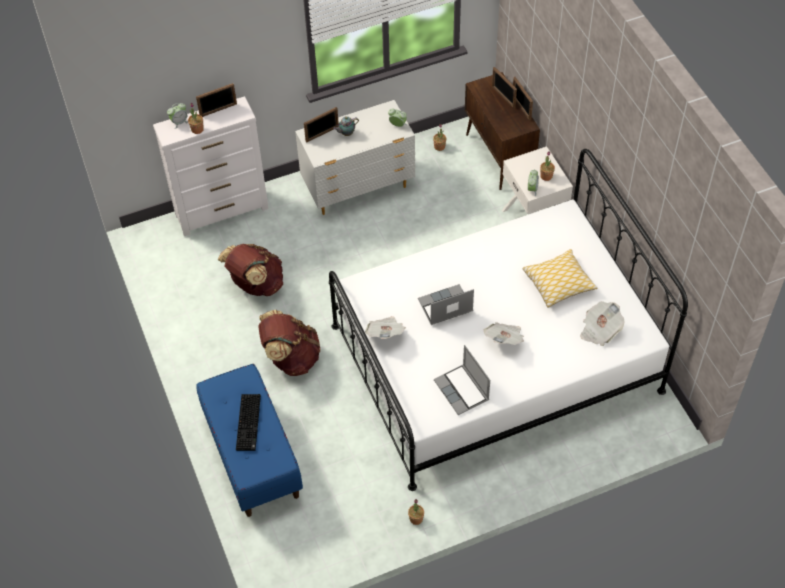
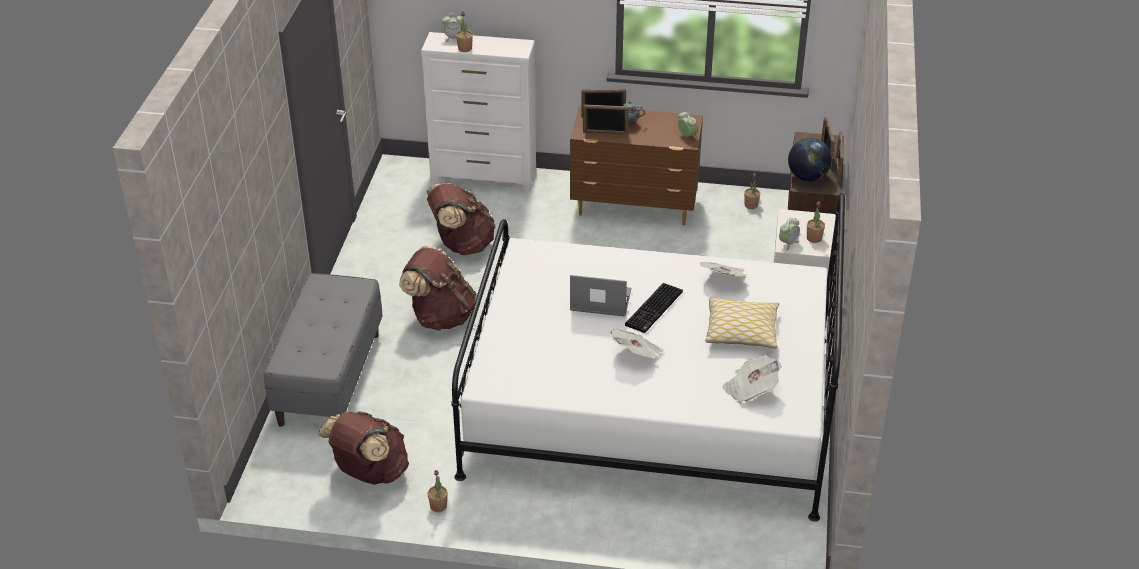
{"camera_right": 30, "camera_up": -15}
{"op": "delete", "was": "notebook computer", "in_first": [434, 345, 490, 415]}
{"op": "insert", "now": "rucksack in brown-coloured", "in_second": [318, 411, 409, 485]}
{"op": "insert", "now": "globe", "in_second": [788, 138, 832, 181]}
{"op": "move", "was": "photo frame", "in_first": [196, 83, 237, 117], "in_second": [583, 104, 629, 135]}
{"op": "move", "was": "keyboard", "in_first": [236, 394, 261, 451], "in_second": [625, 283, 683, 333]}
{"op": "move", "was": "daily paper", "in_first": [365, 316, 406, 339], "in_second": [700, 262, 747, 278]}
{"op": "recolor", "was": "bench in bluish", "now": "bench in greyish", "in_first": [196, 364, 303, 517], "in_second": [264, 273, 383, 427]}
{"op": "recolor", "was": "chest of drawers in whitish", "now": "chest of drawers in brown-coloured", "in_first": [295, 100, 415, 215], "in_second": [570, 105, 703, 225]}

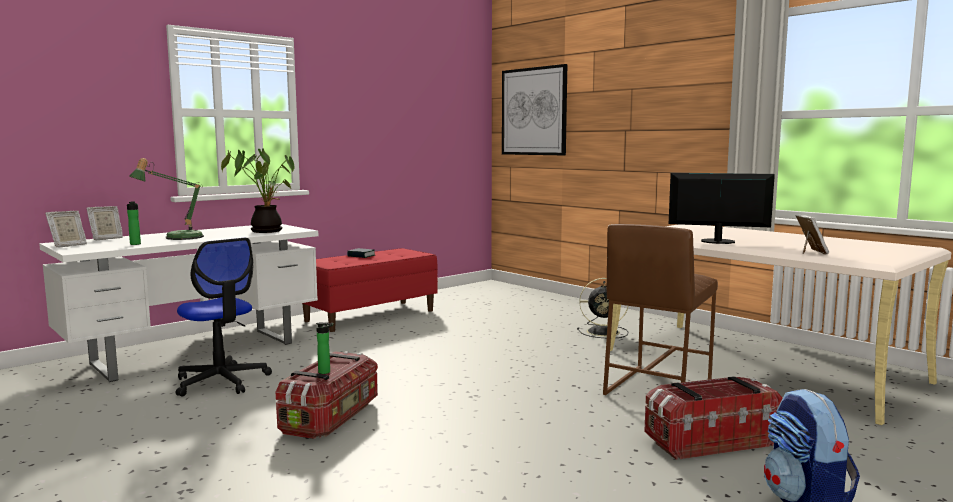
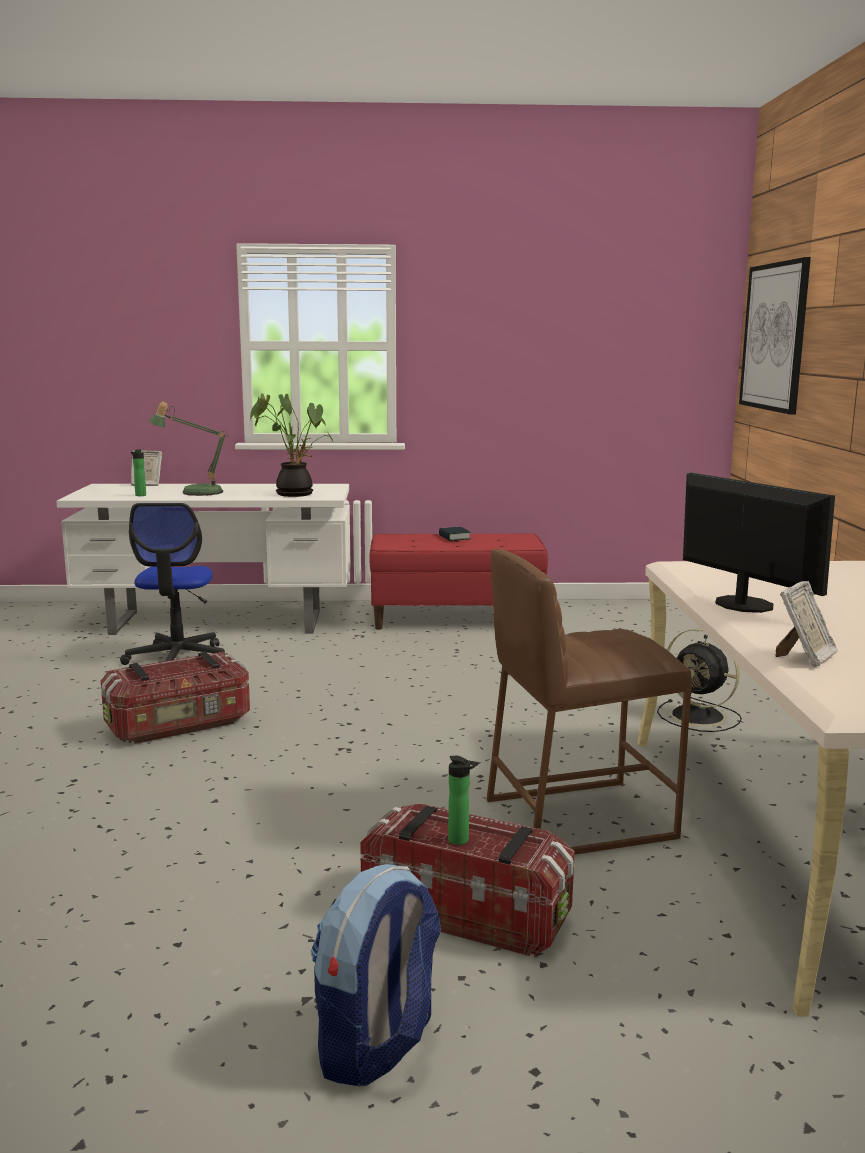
{"camera_right": 40, "camera_up": 5}
{"op": "delete", "was": "photo frame", "in_first": [45, 210, 87, 247]}
{"op": "move", "was": "drink bottle", "in_first": [316, 322, 333, 374], "in_second": [448, 756, 478, 845]}

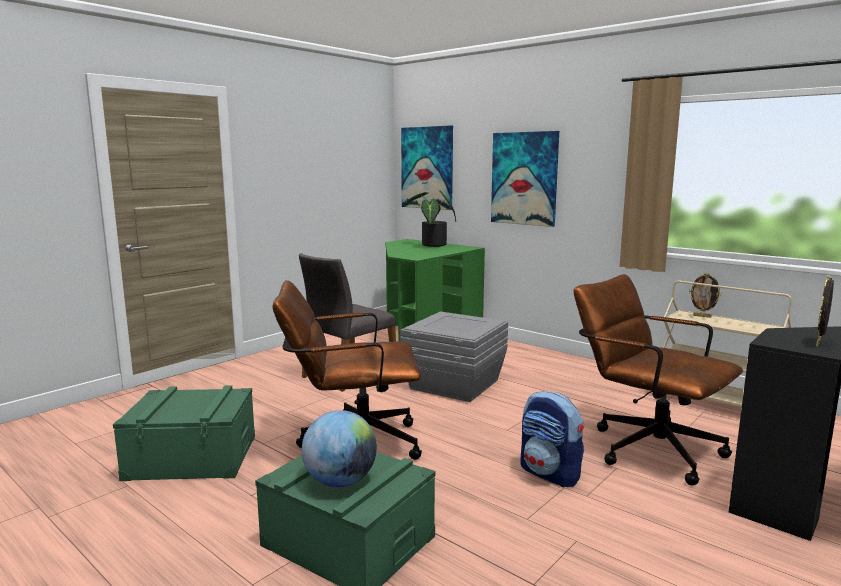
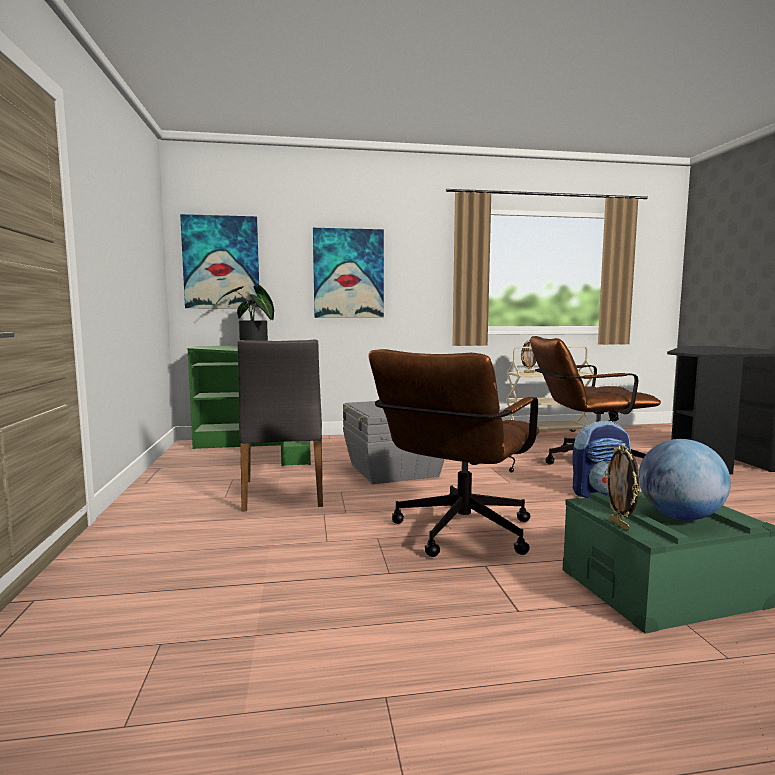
{"camera_right": -50, "camera_up": -5}
{"op": "delete", "was": "storage box in green", "in_first": [113, 385, 255, 481]}
{"op": "move", "was": "photo frame", "in_first": [816, 275, 834, 346], "in_second": [605, 444, 640, 531]}

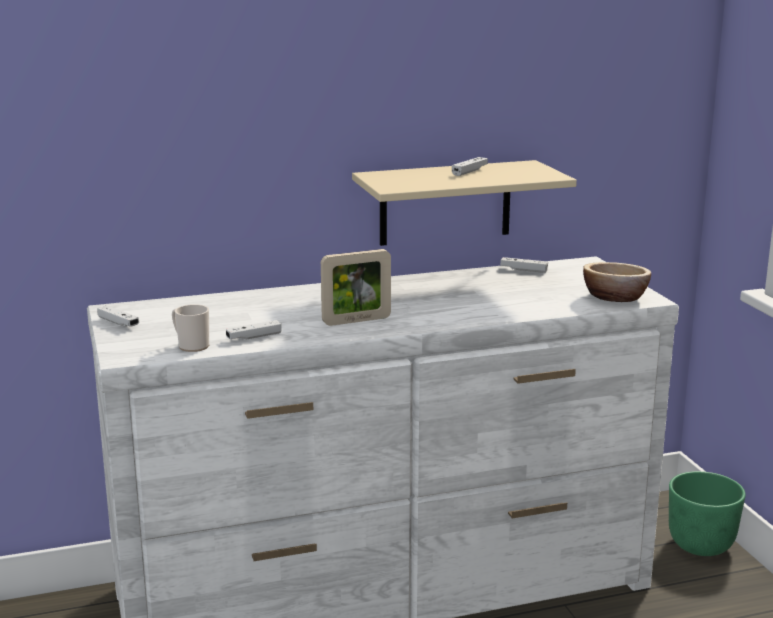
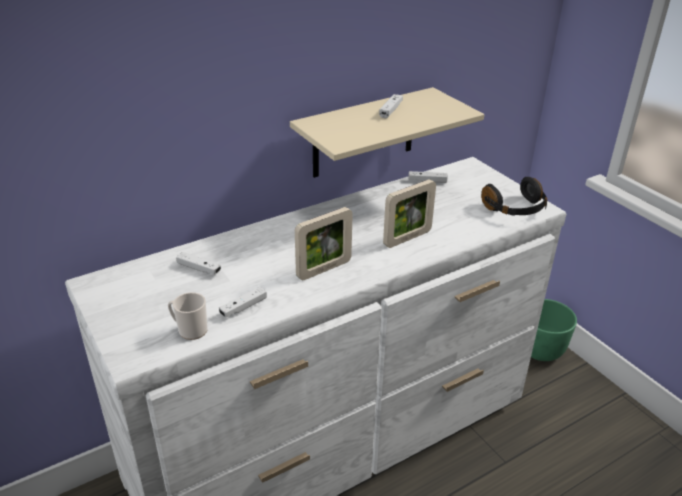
{"camera_right": -15, "camera_up": 15}
{"op": "insert", "now": "photo frame", "in_second": [383, 179, 436, 248]}
{"op": "move", "was": "joypad in whitish", "in_first": [97, 306, 139, 327], "in_second": [176, 252, 221, 275]}
{"op": "replace", "was": "bowl", "now": "headphones in blackish", "in_first": [583, 262, 651, 302], "in_second": [481, 177, 547, 216]}

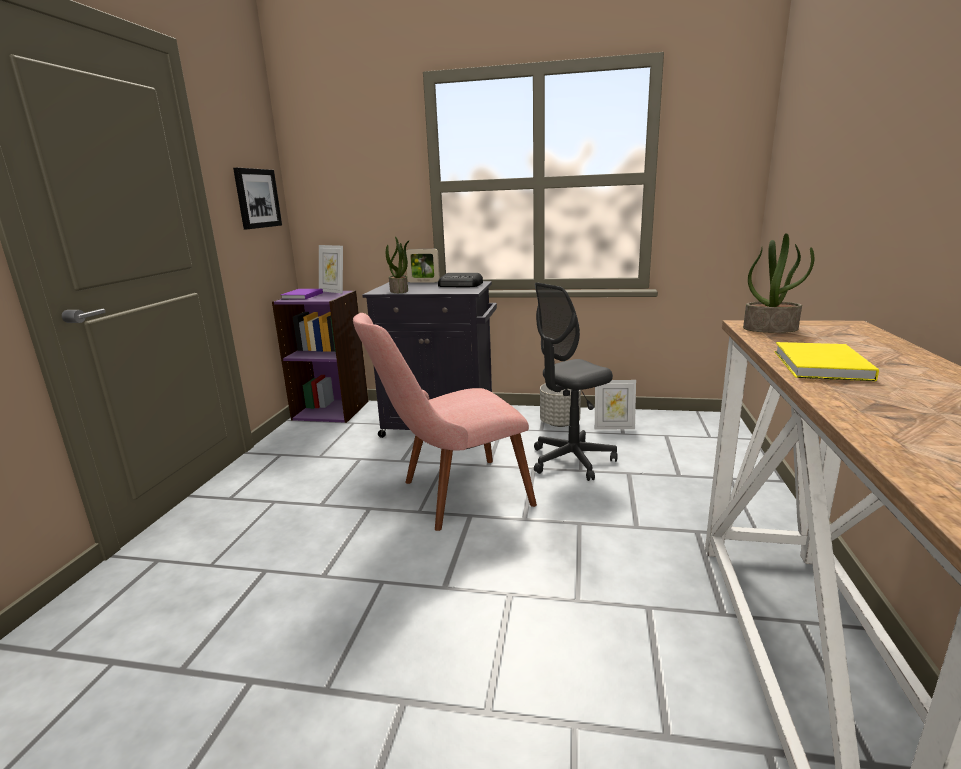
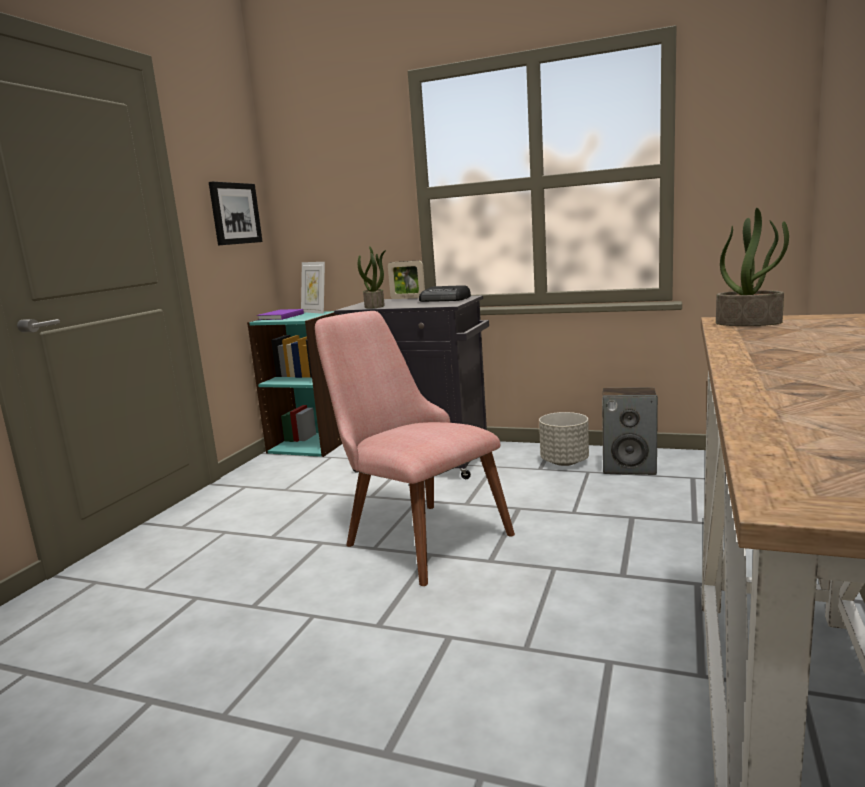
{"camera_right": 10, "camera_up": -5}
{"op": "delete", "was": "office chair in greyish", "in_first": [534, 282, 618, 481]}
{"op": "delete", "was": "volume in yellowish", "in_first": [775, 342, 879, 381]}
{"op": "replace", "was": "photo frame", "now": "audio speaker", "in_first": [595, 380, 636, 429], "in_second": [602, 387, 658, 475]}
{"op": "recolor", "was": "bookshelf in purple-coloured", "now": "bookshelf in blue-green", "in_first": [272, 291, 368, 423], "in_second": [247, 311, 342, 457]}
{"op": "rotate", "was": "plain chair in pinkish", "in_first": [353, 313, 537, 531], "in_second": [315, 311, 515, 586], "clockwise": 60}

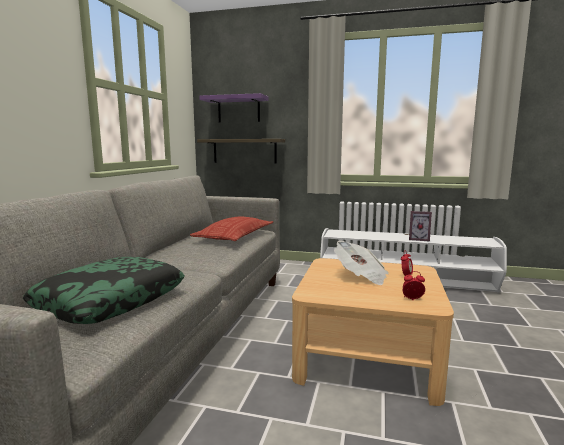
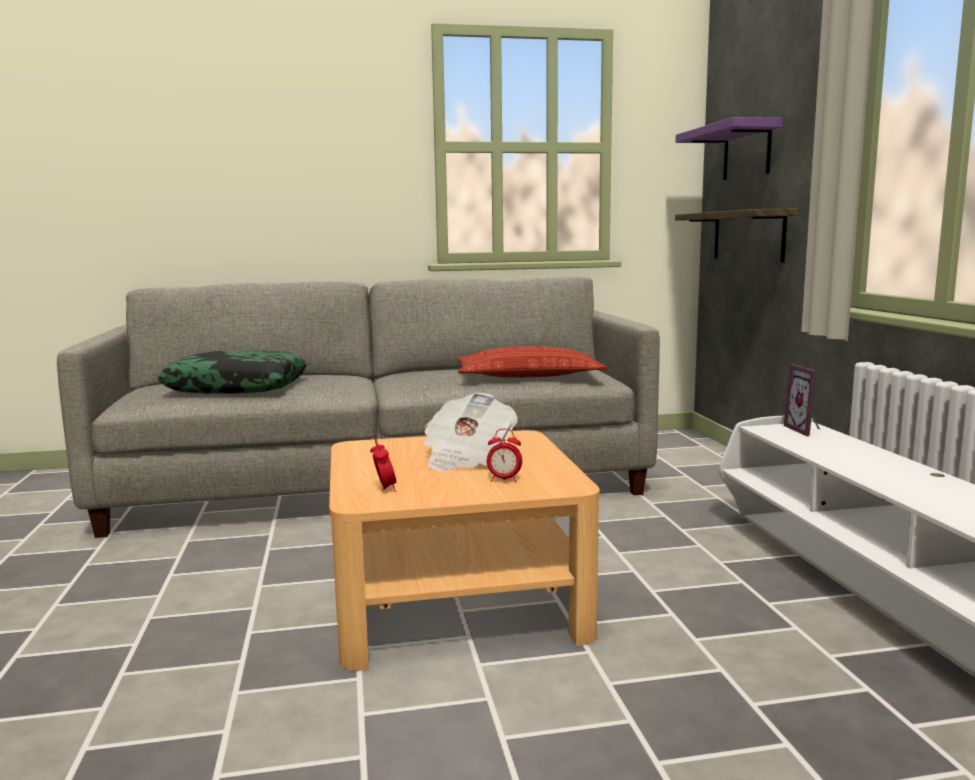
{"camera_right": 65, "camera_up": 0}
{"op": "move", "was": "photo frame", "in_first": [409, 211, 432, 242], "in_second": [784, 364, 820, 436]}

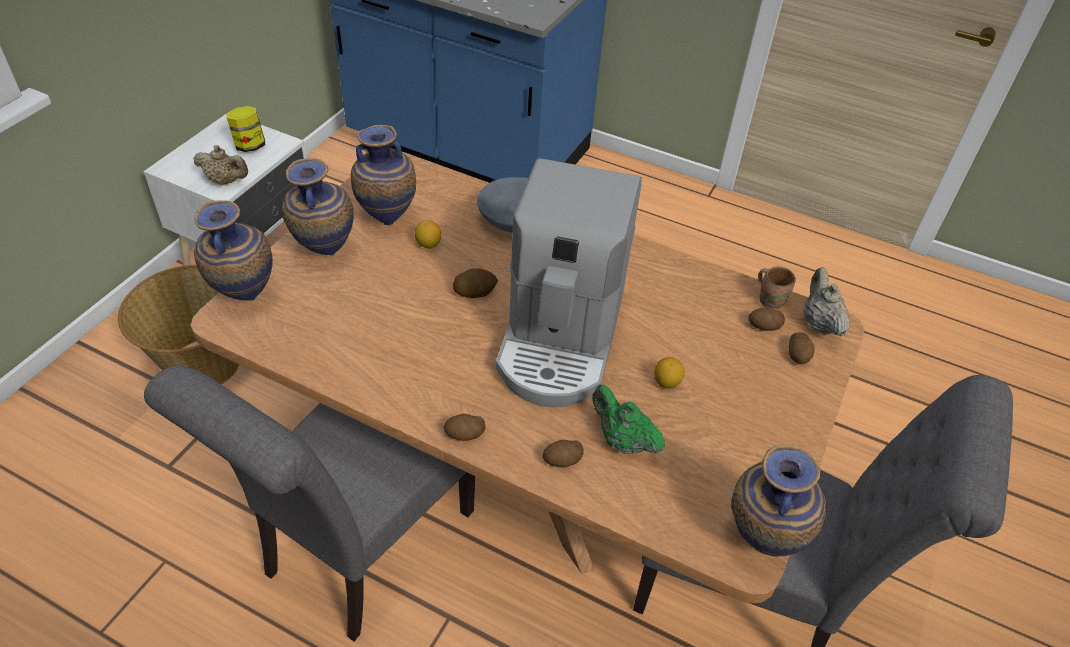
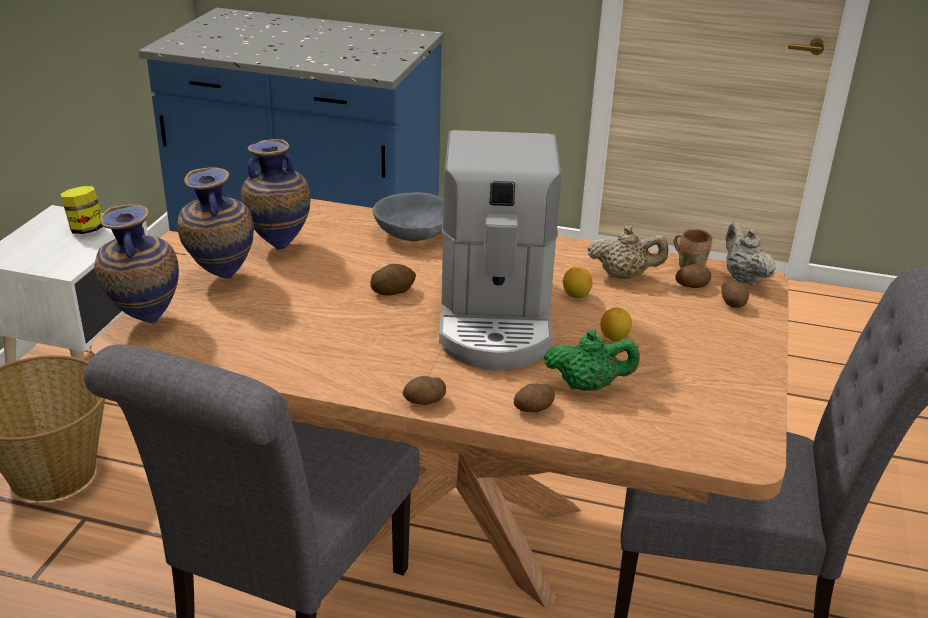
{"camera_right": -10, "camera_up": -15}
{"op": "delete", "was": "vase", "in_first": [731, 445, 827, 556]}
{"op": "move", "was": "pot for tea in sand-coloured", "in_first": [193, 145, 248, 185], "in_second": [588, 225, 668, 279]}
{"op": "move", "was": "whole lemon", "in_first": [415, 220, 441, 248], "in_second": [563, 267, 592, 298]}
{"op": "rotate", "was": "pot for tea in green", "in_first": [592, 385, 665, 454], "in_second": [544, 329, 640, 391], "clockwise": 150}

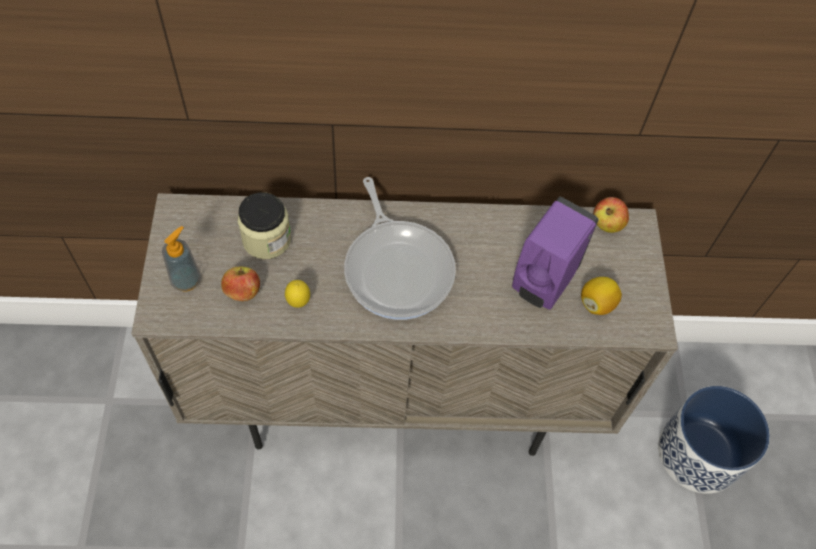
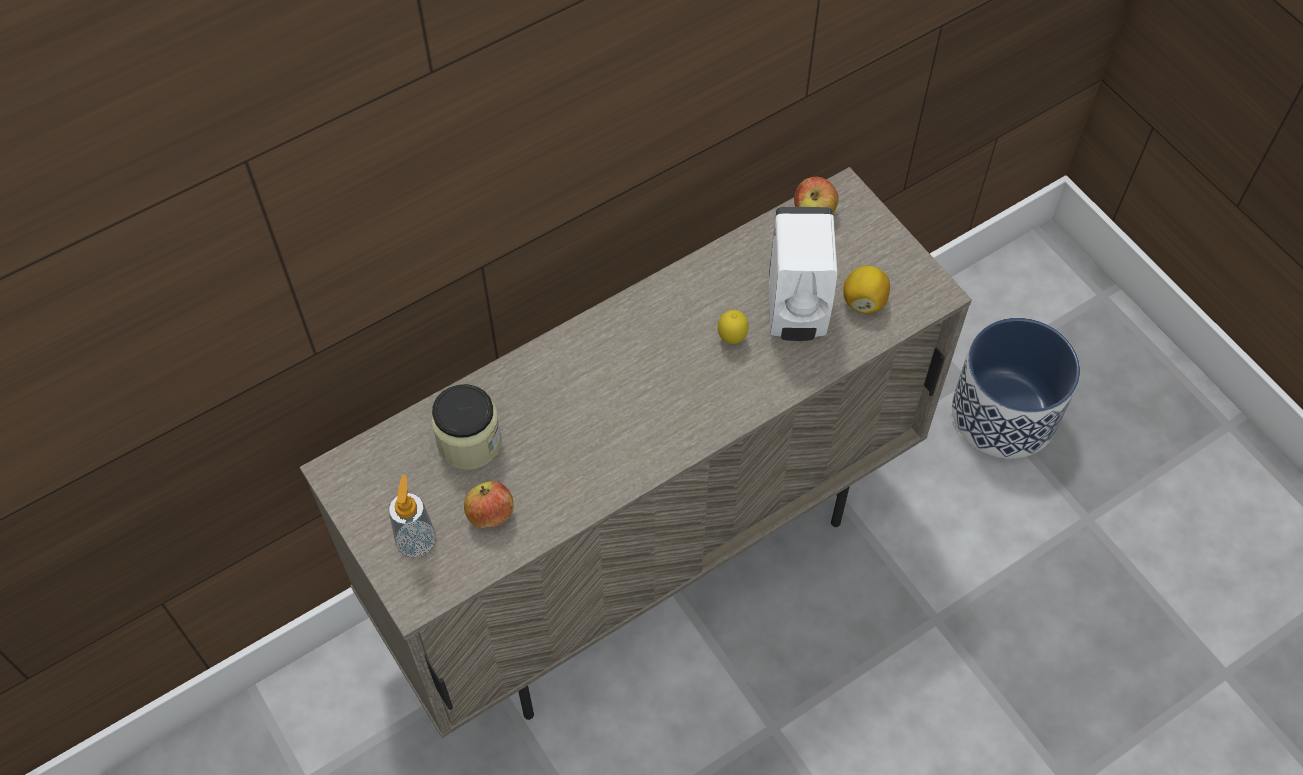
{"camera_right": -30, "camera_up": 0}
{"op": "delete", "was": "frying pan", "in_first": [344, 177, 456, 320]}
{"op": "move", "was": "whole lemon", "in_first": [285, 280, 310, 308], "in_second": [718, 310, 749, 344]}
{"op": "recolor", "was": "soap dispenser in purple-coloured", "now": "soap dispenser in whitish", "in_first": [512, 197, 598, 310], "in_second": [769, 207, 837, 341]}

